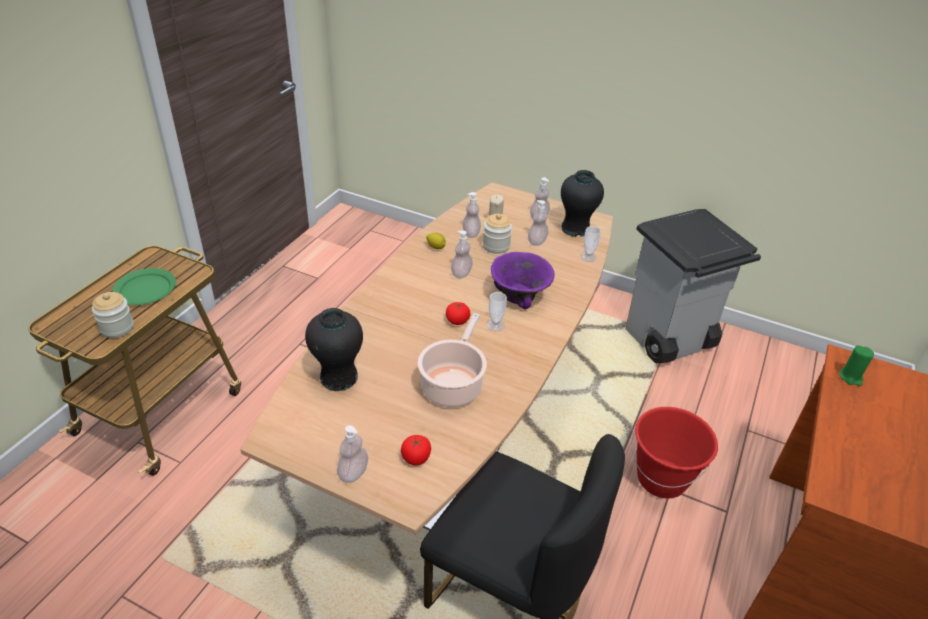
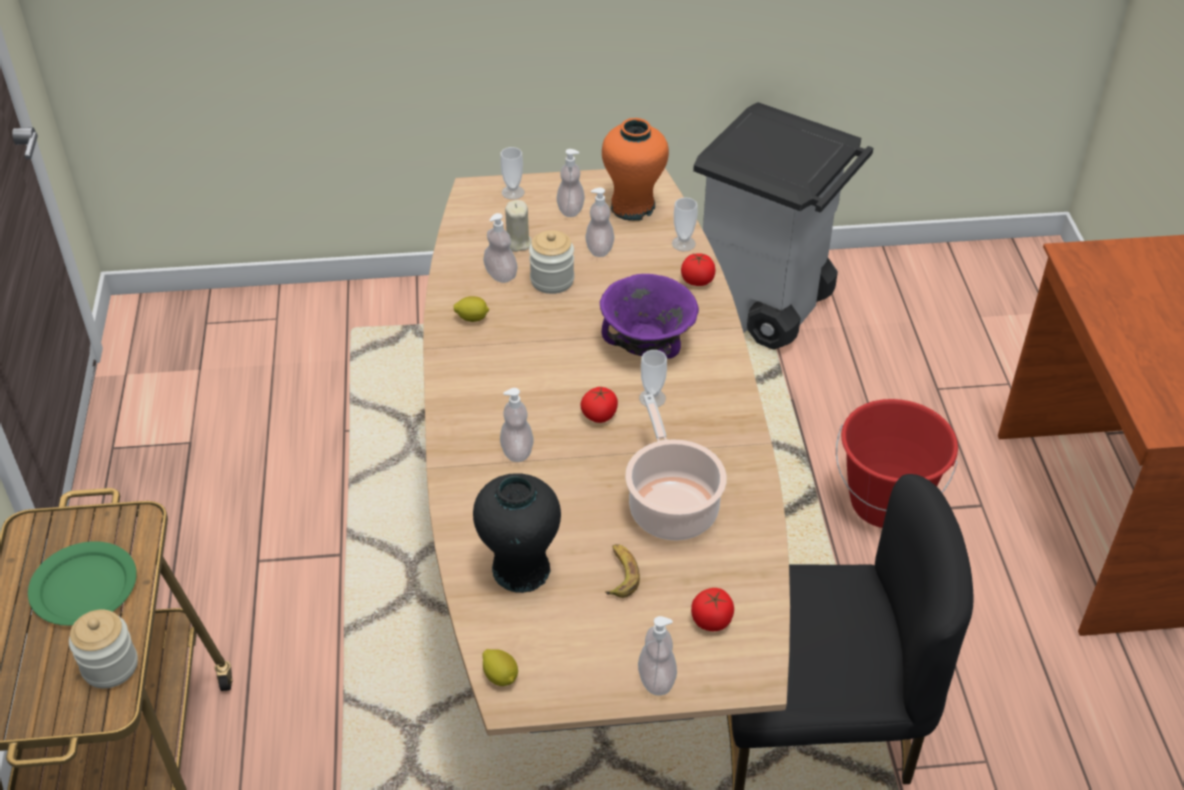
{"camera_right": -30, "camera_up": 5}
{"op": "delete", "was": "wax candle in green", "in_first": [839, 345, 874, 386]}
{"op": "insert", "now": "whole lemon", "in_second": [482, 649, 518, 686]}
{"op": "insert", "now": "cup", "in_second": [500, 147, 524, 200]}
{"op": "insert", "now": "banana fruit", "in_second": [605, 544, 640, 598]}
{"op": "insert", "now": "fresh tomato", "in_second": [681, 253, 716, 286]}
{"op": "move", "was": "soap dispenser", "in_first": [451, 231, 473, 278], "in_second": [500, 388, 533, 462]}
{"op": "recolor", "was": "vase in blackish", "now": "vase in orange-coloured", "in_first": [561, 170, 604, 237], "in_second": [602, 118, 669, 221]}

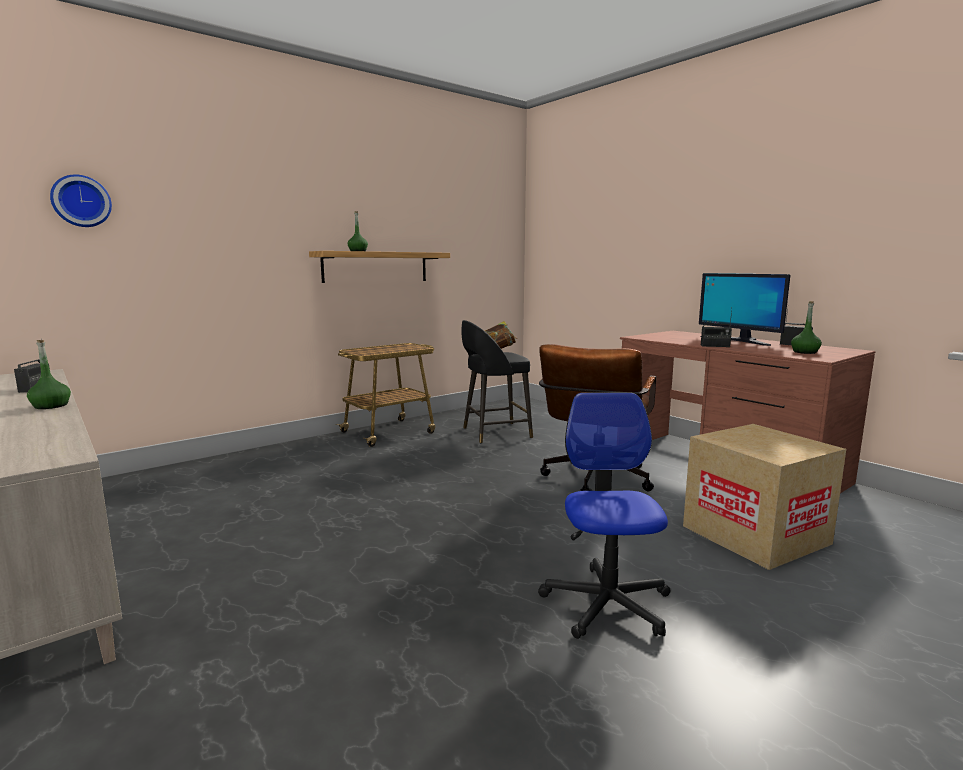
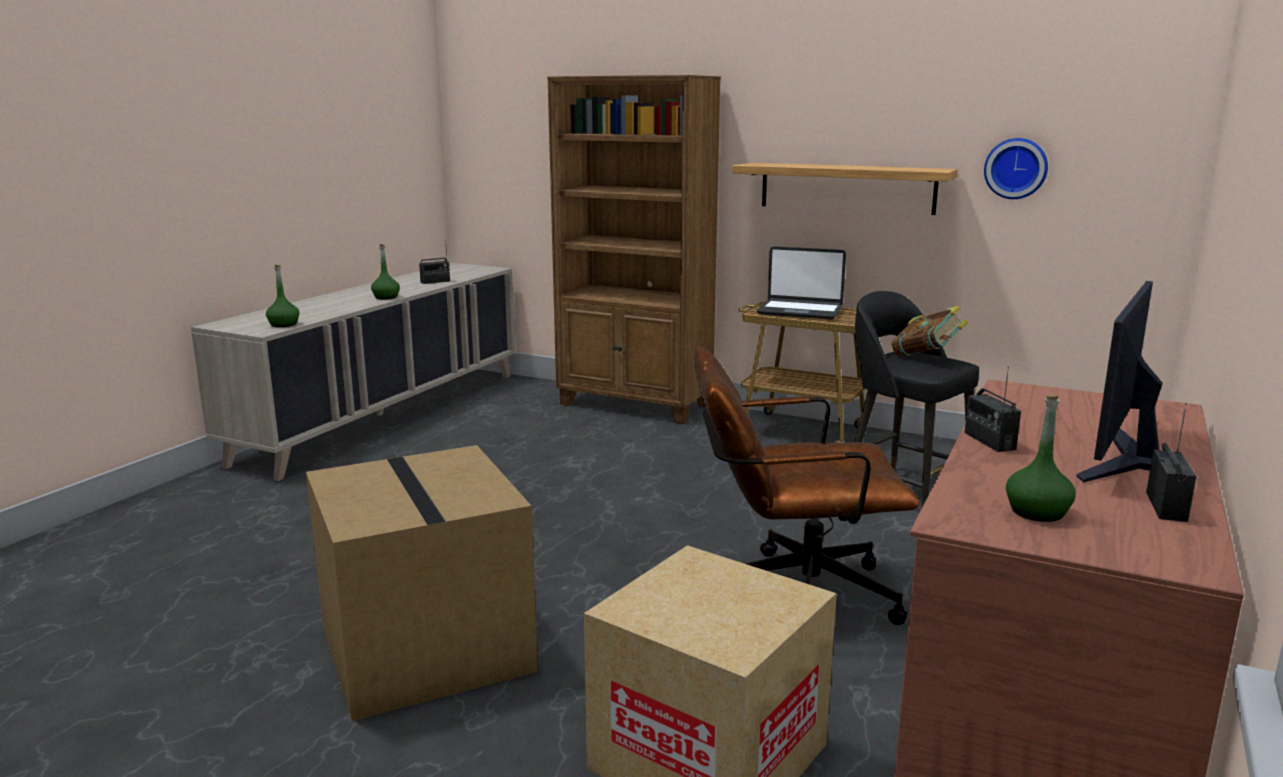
{"camera_right": 65, "camera_up": 5}
{"op": "insert", "now": "bookshelf in brown-coloured", "in_second": [548, 75, 721, 424]}
{"op": "insert", "now": "notebook computer", "in_second": [757, 246, 846, 319]}
{"op": "move", "was": "hanging clock", "in_first": [50, 175, 112, 227], "in_second": [984, 138, 1048, 199]}
{"op": "move", "was": "drink bottle in green", "in_first": [347, 211, 368, 251], "in_second": [266, 264, 300, 327]}
{"op": "replace", "was": "office chair", "now": "packing box", "in_first": [538, 393, 670, 639], "in_second": [306, 445, 538, 721]}

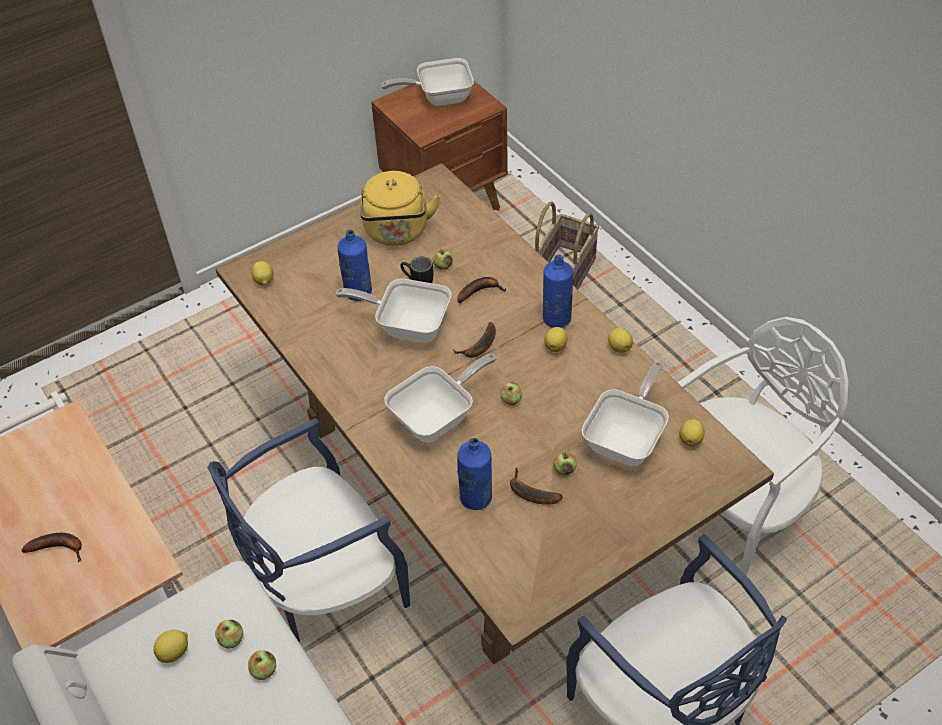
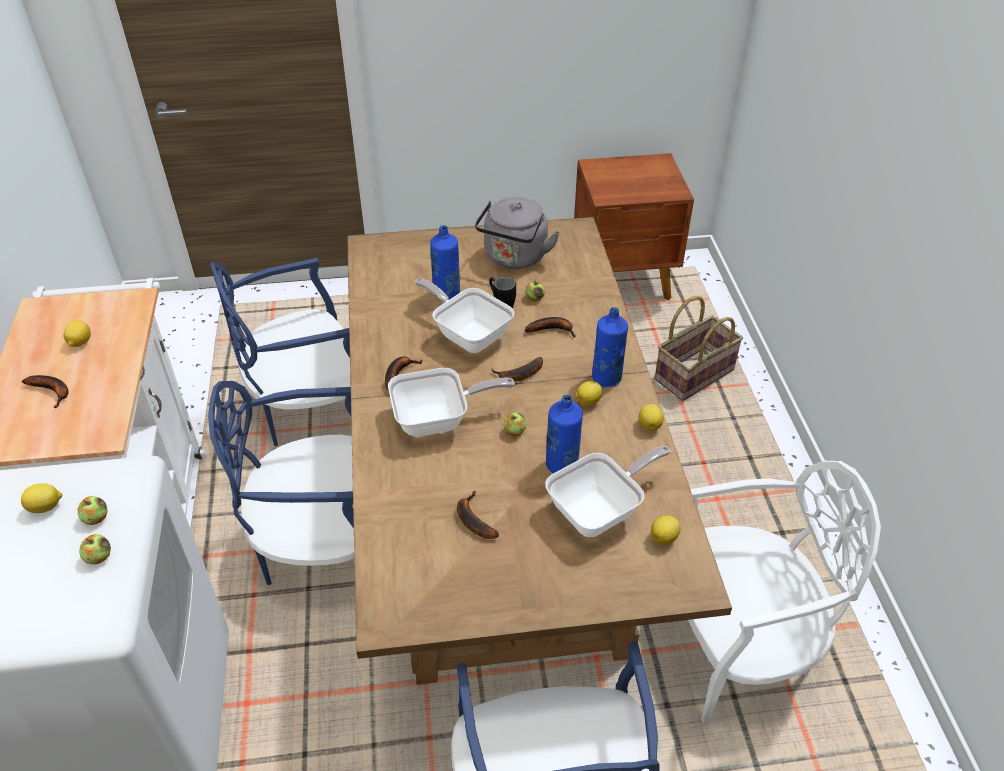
{"camera_right": 25, "camera_up": -5}
{"op": "delete", "was": "frying pan", "in_first": [381, 58, 474, 106]}
{"op": "delete", "was": "apple", "in_first": [553, 452, 577, 476]}
{"op": "insert", "now": "plain chair in bluish", "in_second": [211, 258, 351, 446]}
{"op": "insert", "now": "banana fruit", "in_second": [385, 356, 423, 392]}
{"op": "move", "was": "whole lemon", "in_first": [251, 261, 274, 286], "in_second": [64, 320, 91, 347]}
{"op": "move", "was": "drink bottle in bluish", "in_first": [457, 438, 492, 510], "in_second": [546, 395, 583, 473]}
{"op": "recolor", "was": "tea kettle in yellowish", "now": "tea kettle in greyish", "in_first": [360, 171, 441, 246], "in_second": [475, 197, 560, 269]}

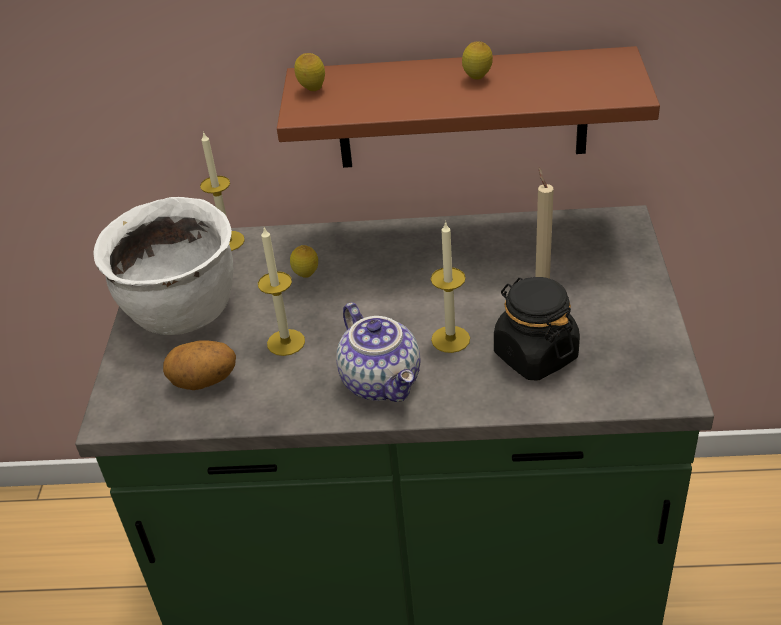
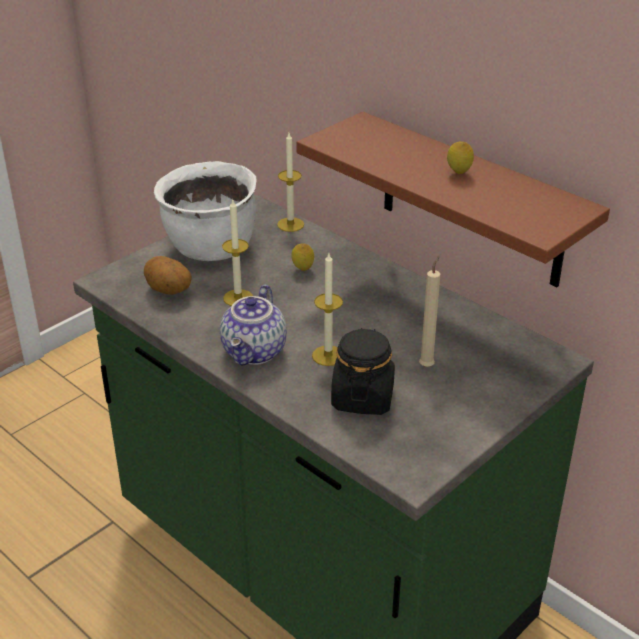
{"camera_right": 40, "camera_up": -5}
{"op": "delete", "was": "whole lemon", "in_first": [294, 53, 325, 91]}

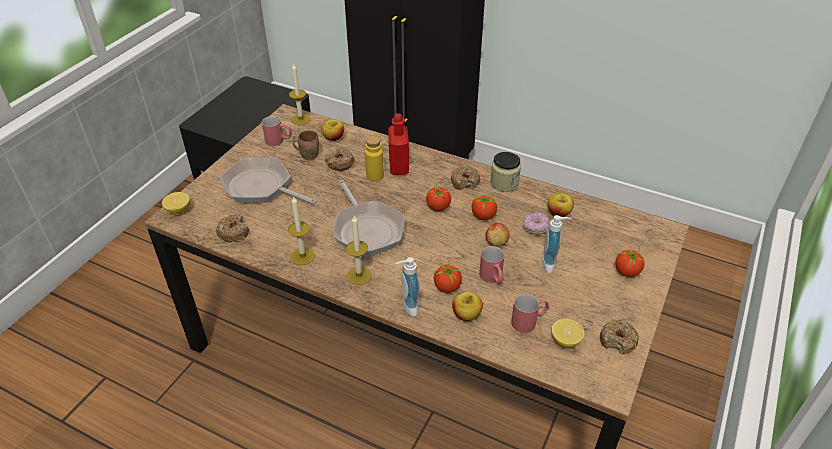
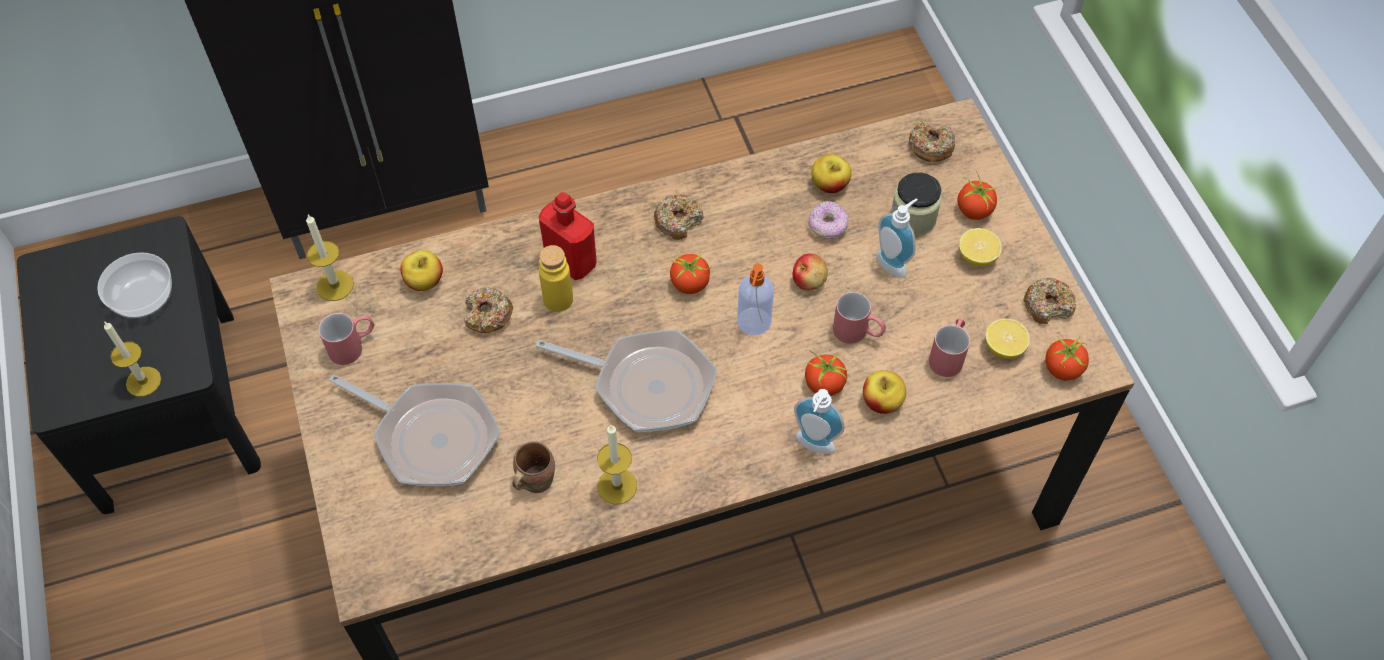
{"camera_right": -45, "camera_up": 15}
{"op": "insert", "now": "bowl", "in_second": [97, 252, 172, 318]}
{"op": "insert", "now": "soap dispenser", "in_second": [737, 264, 774, 336]}
{"op": "move", "was": "whole lemon", "in_first": [162, 192, 190, 214], "in_second": [959, 228, 1002, 266]}
{"op": "move", "was": "donut", "in_first": [216, 214, 249, 242], "in_second": [909, 119, 955, 162]}
{"op": "move", "was": "tea mug in brown-coloured", "in_first": [293, 130, 319, 160], "in_second": [512, 441, 555, 493]}
{"op": "move", "was": "wax candle", "in_first": [346, 215, 372, 285], "in_second": [104, 321, 161, 397]}
{"op": "move", "was": "fresh tomato", "in_first": [472, 194, 497, 220], "in_second": [1046, 337, 1089, 380]}
{"op": "move", "was": "preserve jar", "in_first": [490, 152, 521, 192], "in_second": [891, 172, 942, 236]}
{"op": "rotate", "was": "frying pan", "in_first": [220, 157, 317, 204], "in_second": [329, 375, 500, 486], "clockwise": -135}

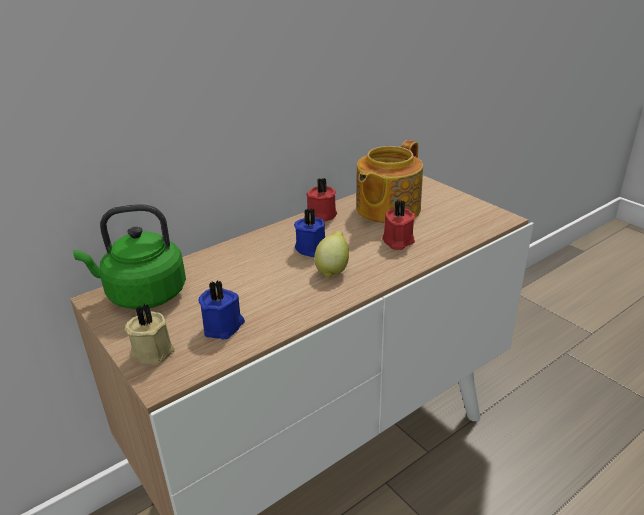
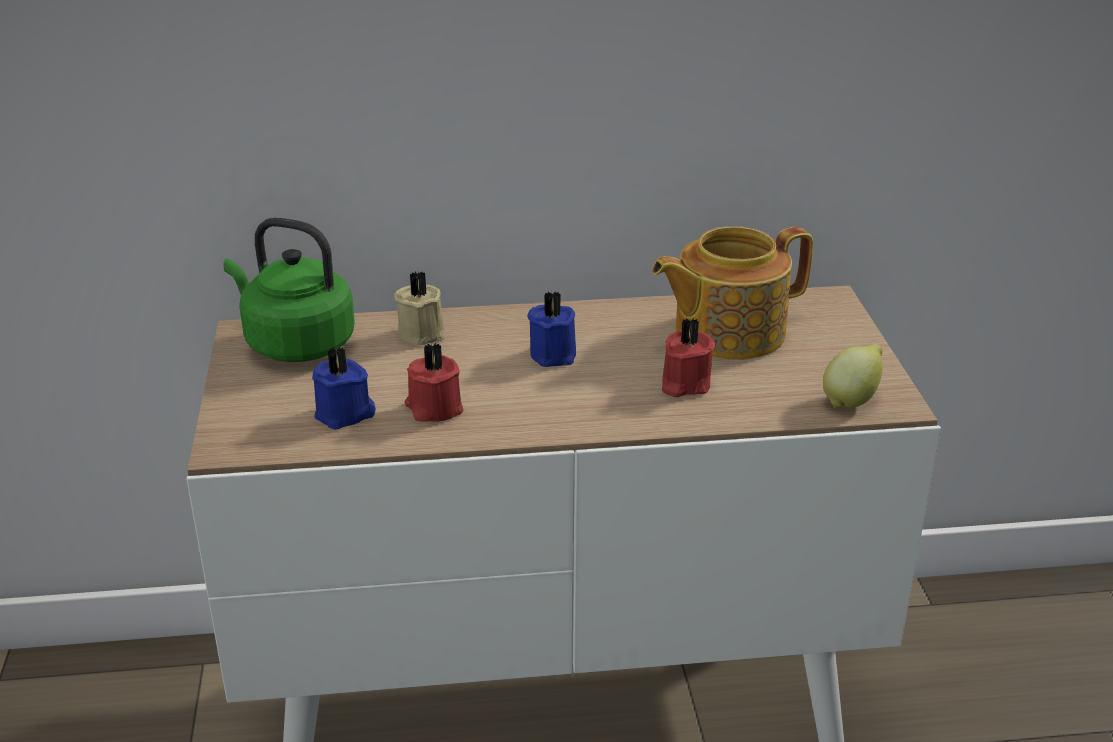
{"camera_right": 30, "camera_up": 0}
{"op": "move", "was": "wax candle in sand-coloured", "in_first": [125, 304, 175, 365], "in_second": [394, 271, 445, 346]}
{"op": "move", "was": "wax candle in red-coloured", "in_first": [307, 178, 337, 222], "in_second": [404, 343, 464, 422]}
{"op": "move", "was": "whole lemon", "in_first": [314, 231, 349, 278], "in_second": [823, 343, 883, 409]}

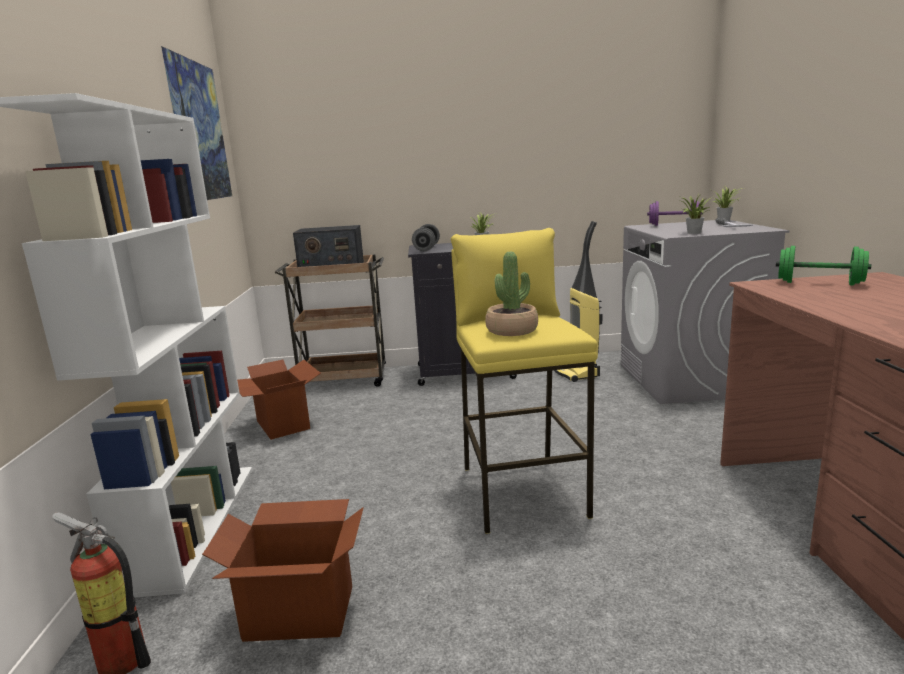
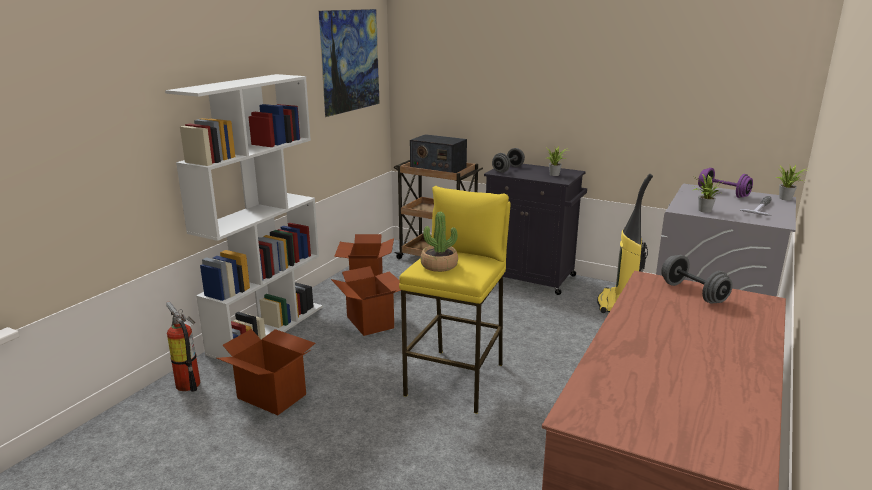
{"camera_right": 30, "camera_up": 5}
{"op": "insert", "now": "packing box", "in_second": [331, 266, 401, 336]}
{"op": "recolor", "was": "free weight in green", "now": "free weight in greyish", "in_first": [776, 246, 871, 286], "in_second": [661, 255, 733, 304]}

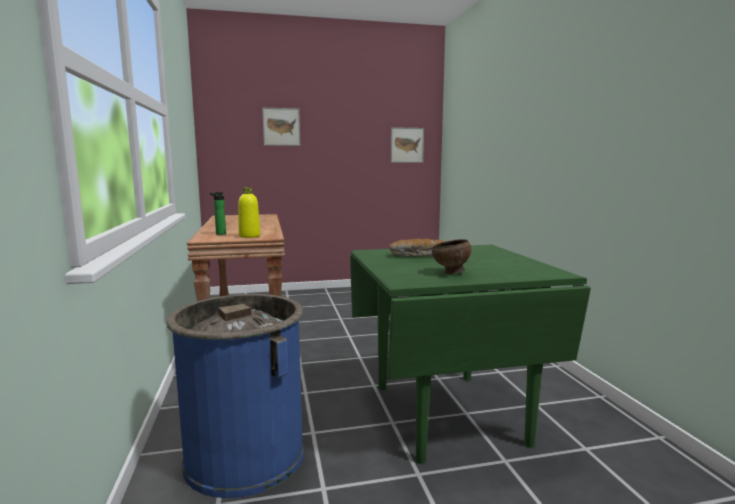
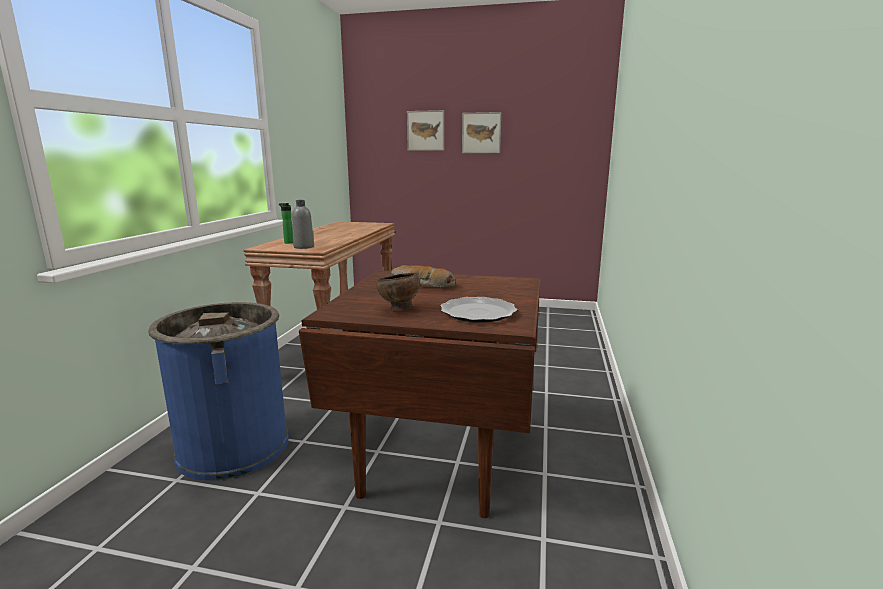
{"camera_right": 25, "camera_up": 5}
{"op": "insert", "now": "flat dish", "in_second": [440, 297, 517, 323]}
{"op": "move", "was": "picture", "in_first": [391, 127, 424, 163], "in_second": [462, 112, 501, 153]}
{"op": "recolor", "was": "drink bottle in yellowish", "now": "drink bottle in greyish", "in_first": [238, 187, 260, 238], "in_second": [292, 200, 314, 249]}
{"op": "recolor", "was": "dinner table in green", "now": "dinner table in brown-coloured", "in_first": [350, 245, 591, 464], "in_second": [299, 270, 540, 518]}

